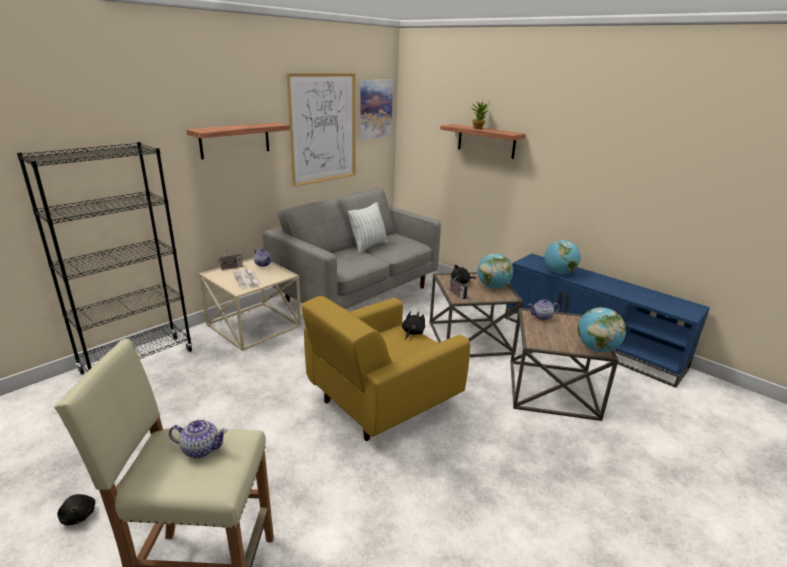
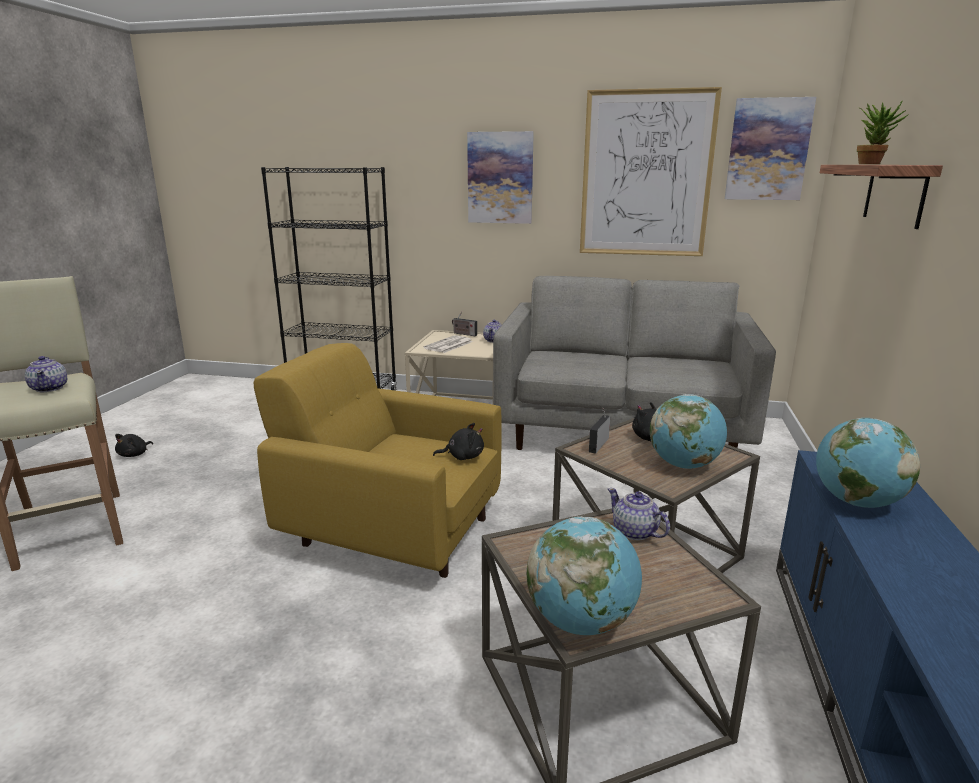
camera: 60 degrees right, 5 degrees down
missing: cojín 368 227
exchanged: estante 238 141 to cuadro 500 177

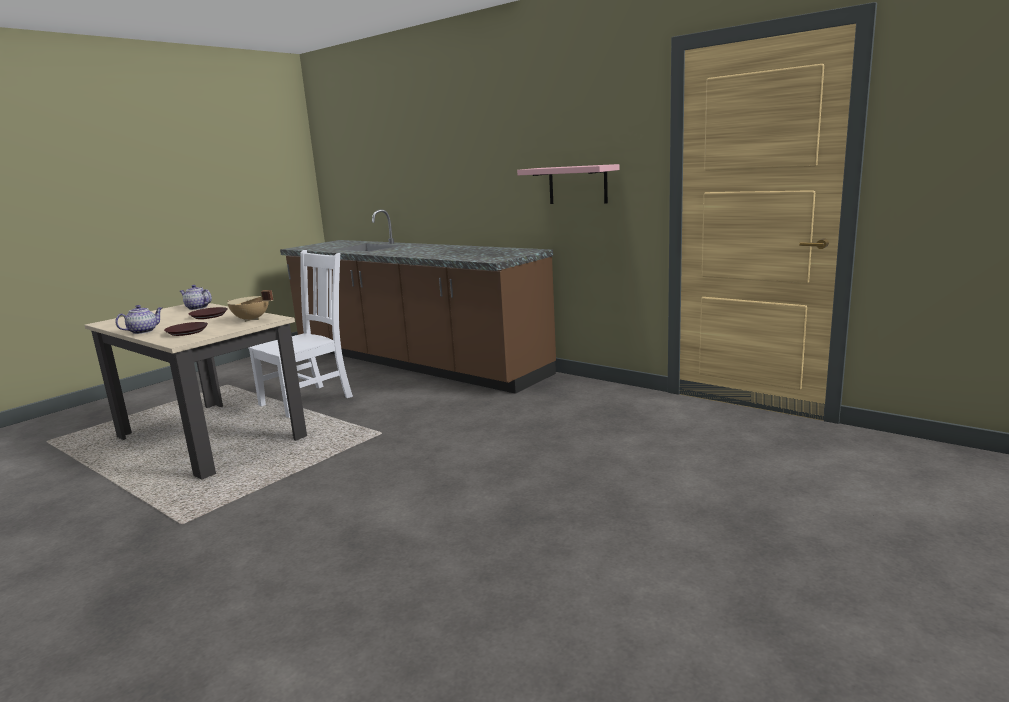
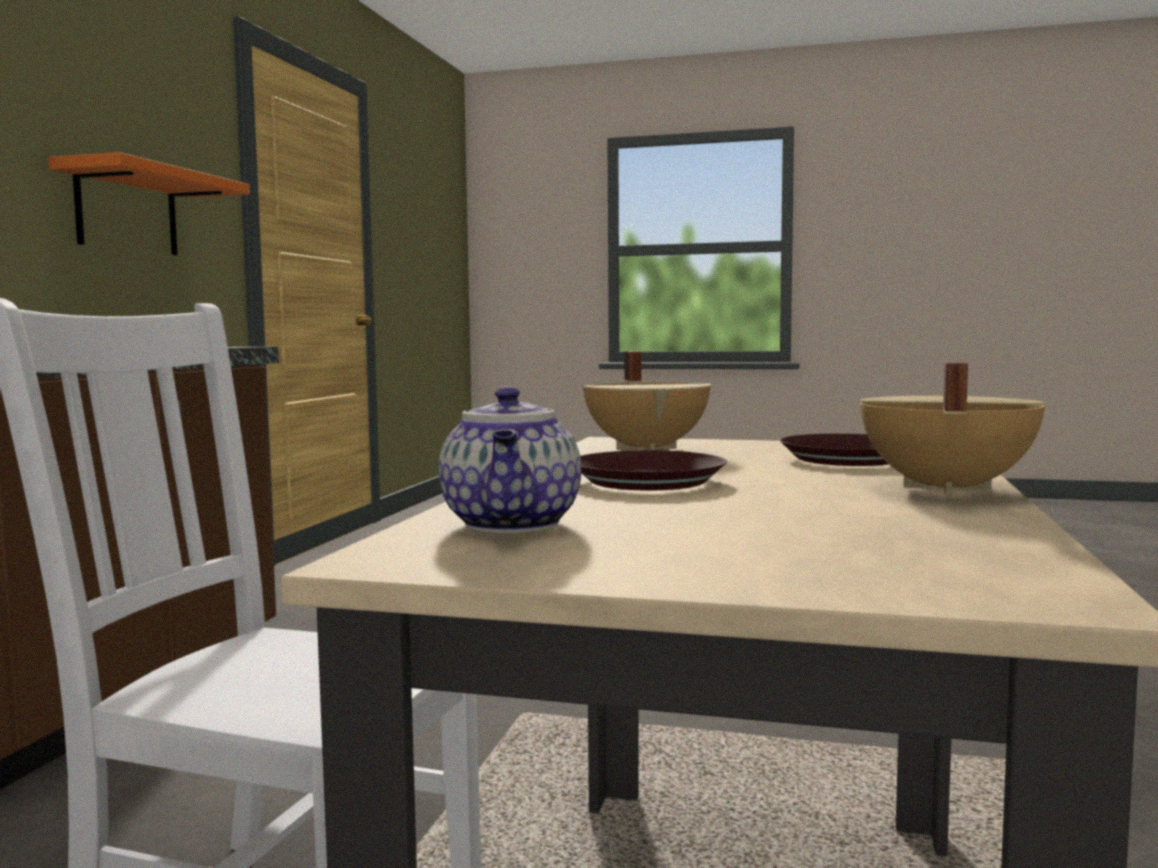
camera: 115 degrees left, 10 degrees down
exchanged: tetera 138 319 to olla/beis 952 429
colour: estante/rosa 568 184 to estante/naranja 149 203

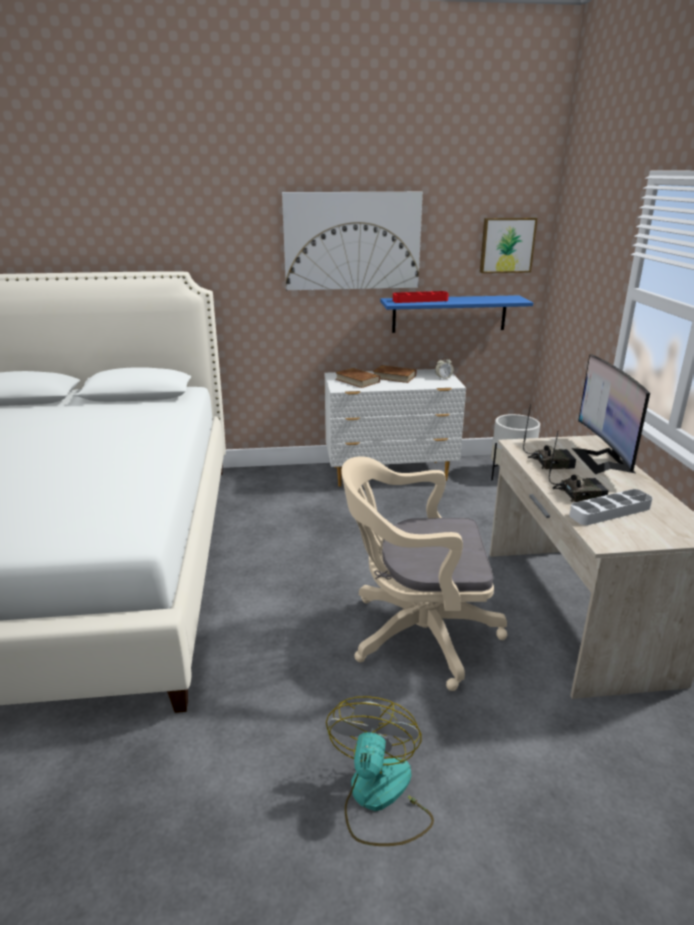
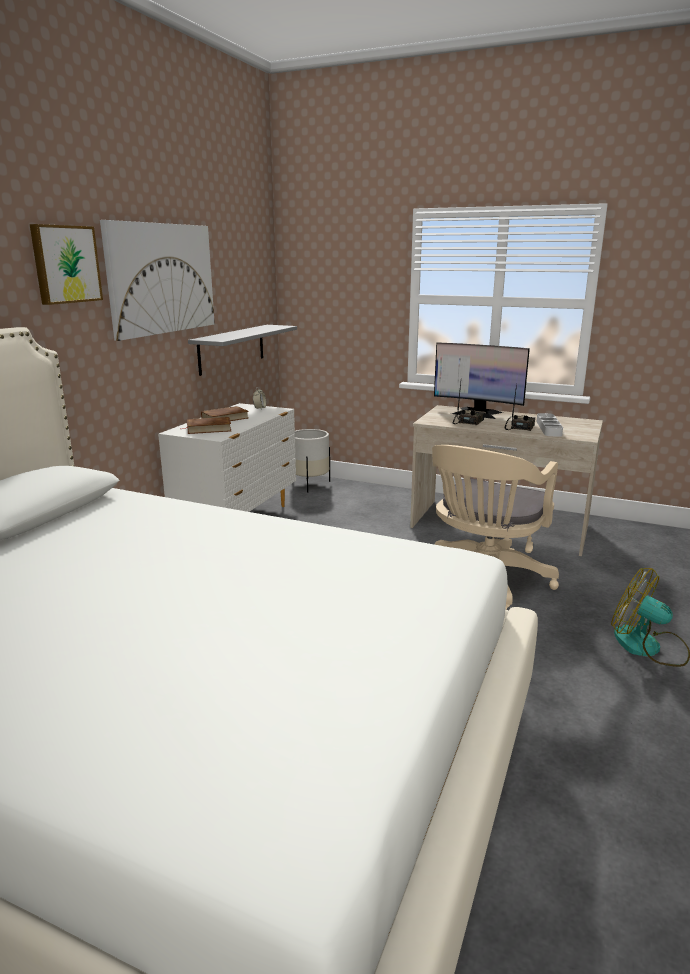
camera: 60 degrees left, 5 degrees down
missing: bandeja/rojo 421 297
relocated: cuadro 509 245 to 66 264
colour: estante/azul 456 314 to estante/gris 242 350

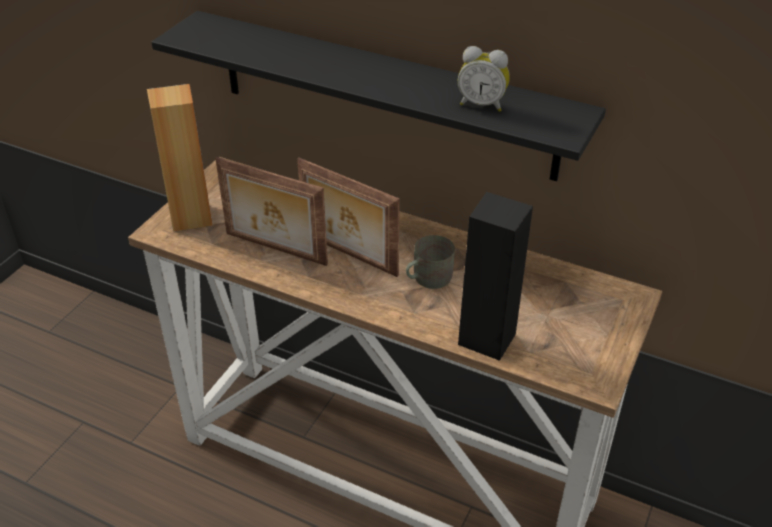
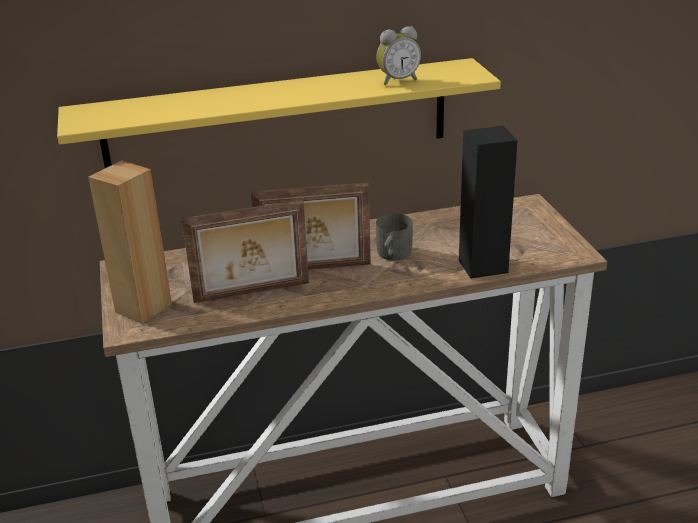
camera: 40 degrees left, 10 degrees down
colour: estante/negro 378 96 to estante/amarillo 279 113

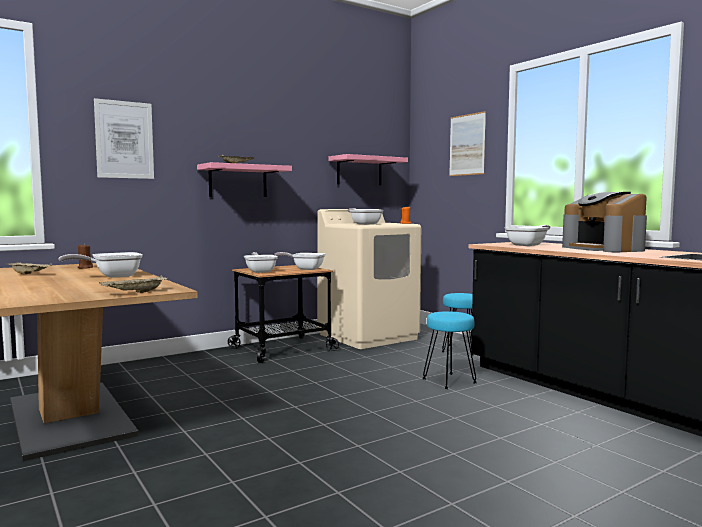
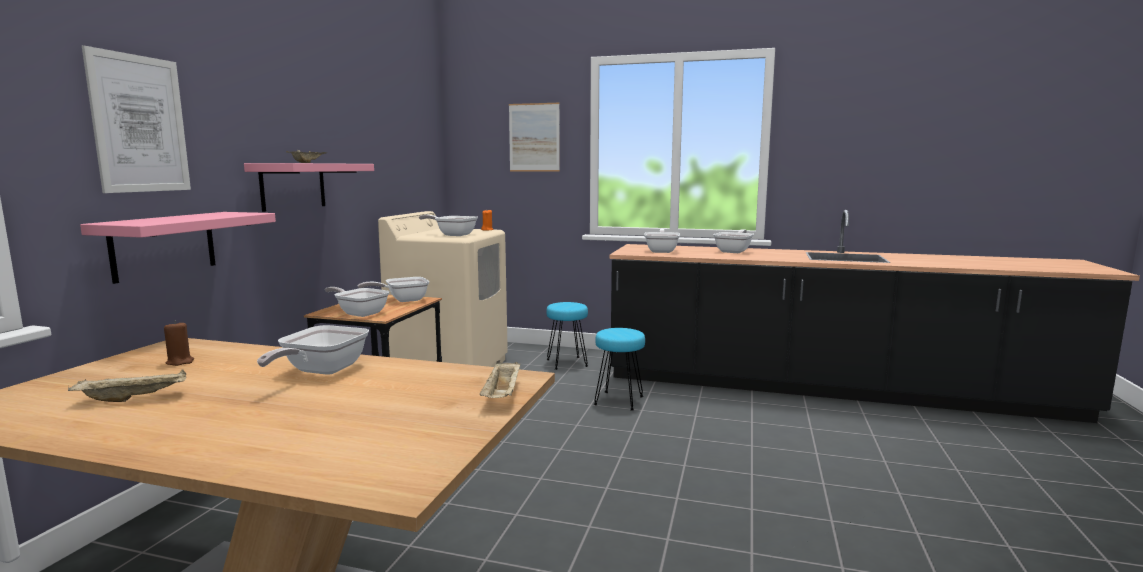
camera: 40 degrees left, 5 degrees up
relocated: estante/rosa 368 169 to 178 248
exchanged: cafetera 604 222 to sartén 733 241

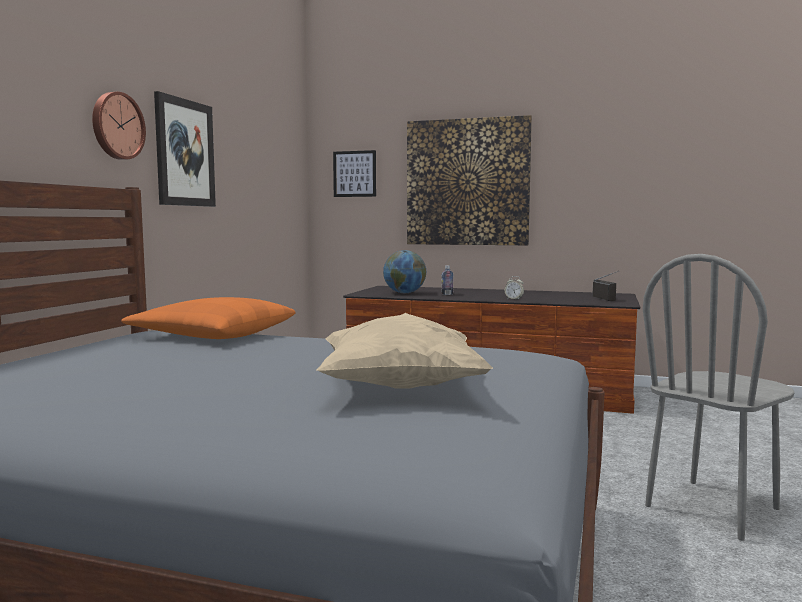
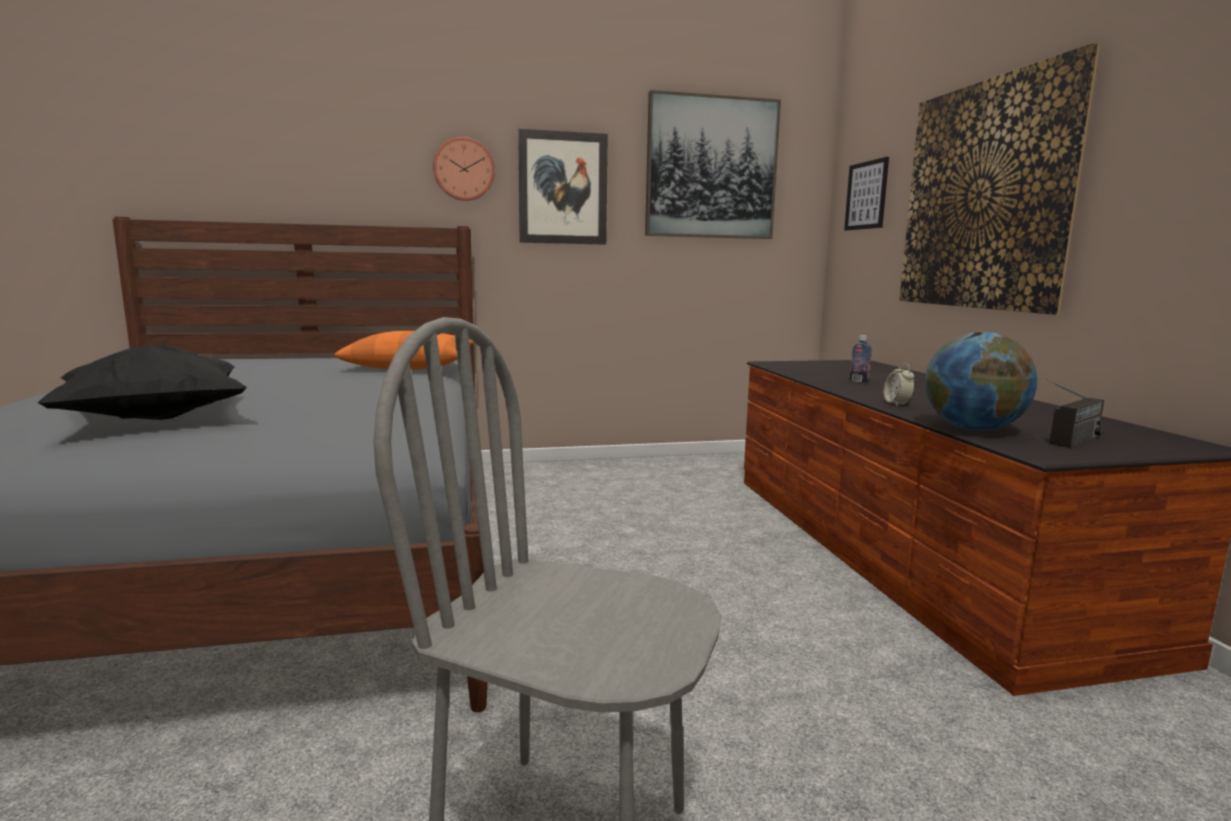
camera: 60 degrees right, 5 degrees up
appeared: cuadro 713 164
relocated: globo terráqueo 404 271 to 981 381
colour: cojín/beis 404 351 to cojín/negro 142 382

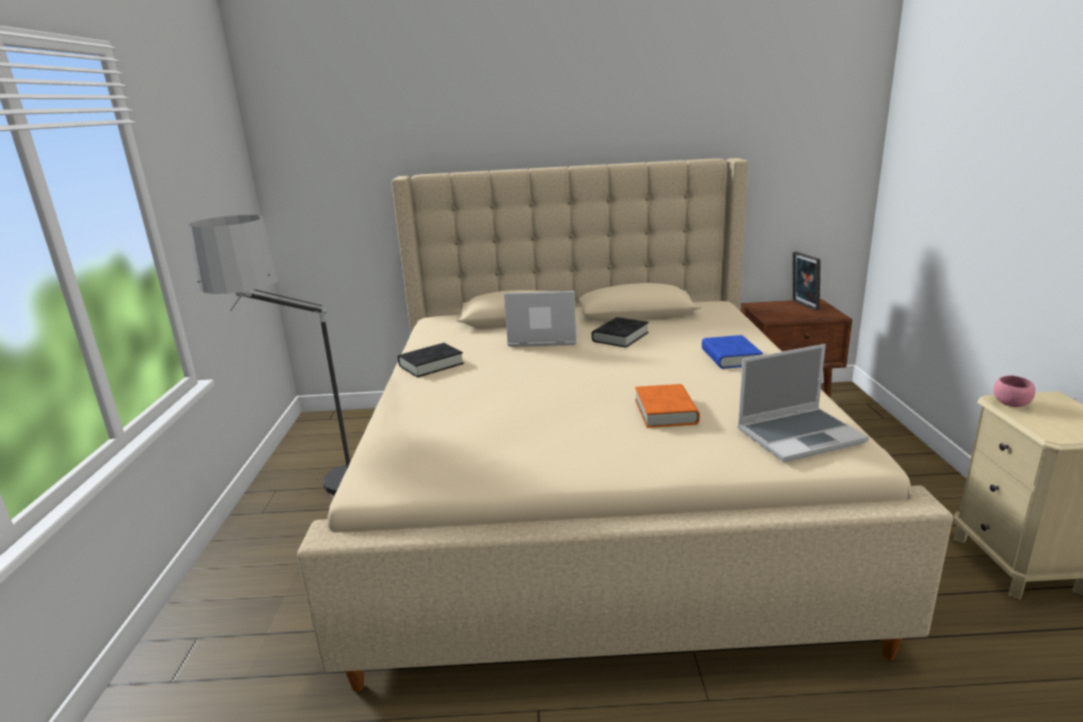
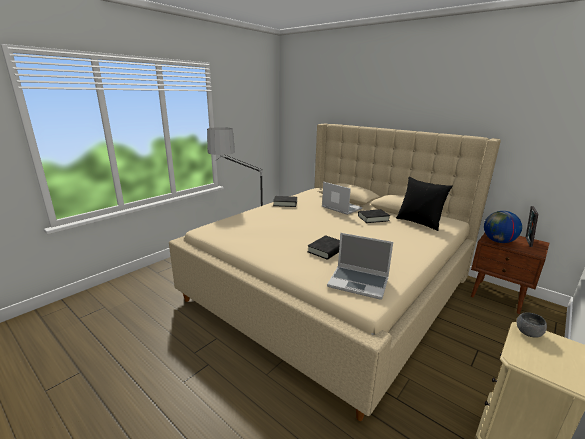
camera: 40 degrees right, 0 degrees up
missing: libro/azul 732 352
appeared: cojín/negro 424 204; globo terráqueo 503 227
colour: libro/naranja 667 406 to libro/negro 324 247; cuenco/rosa 1014 391 to cuenco/gris 531 325

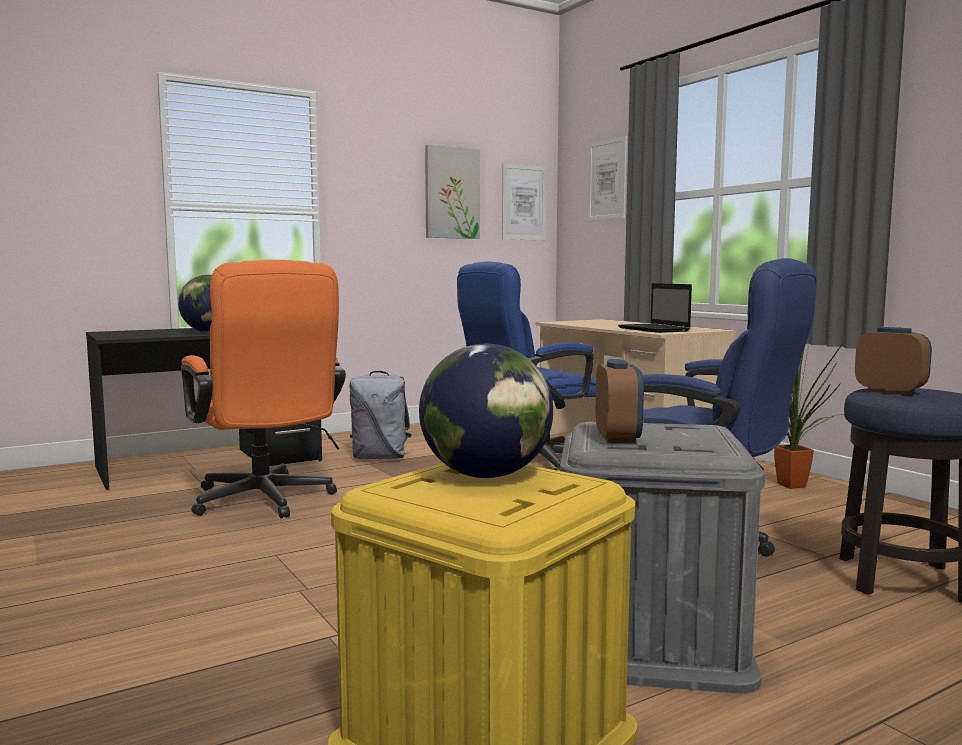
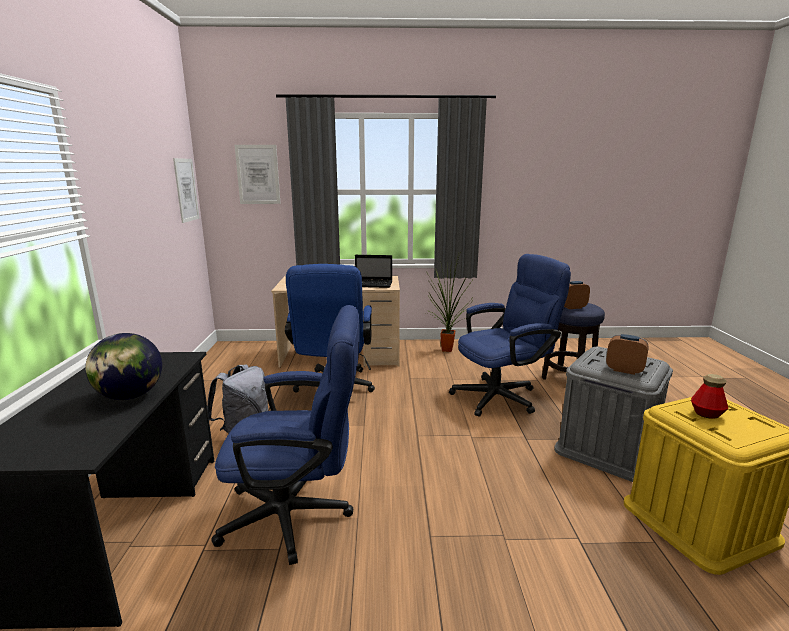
camera: 60 degrees left, 10 degrees up
missing: cuadro 452 192
exchanged: globo terráqueo 486 411 to botella 709 396
colour: silla de oficina/naranja 263 389 to silla de oficina/azul 285 435

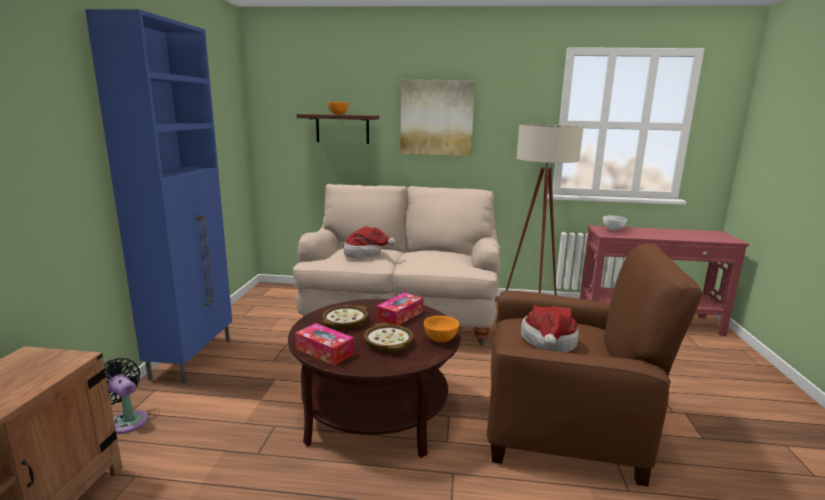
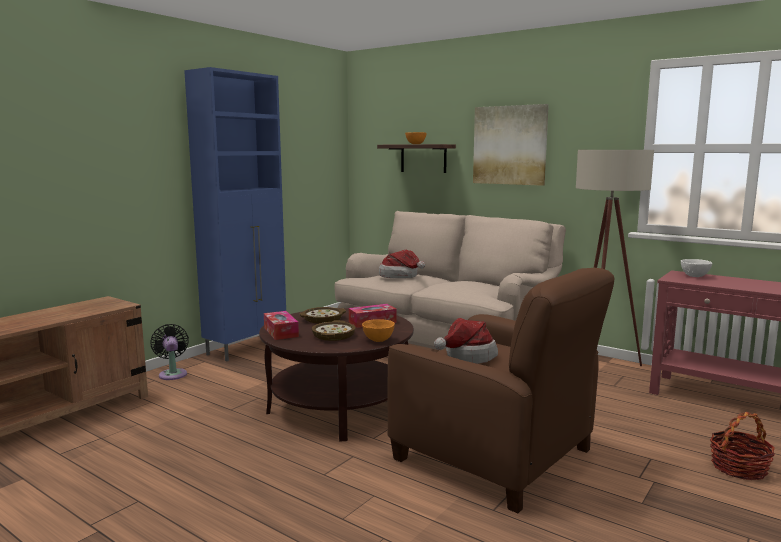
camera: 30 degrees right, 5 degrees down
appeared: cesta 742 446

